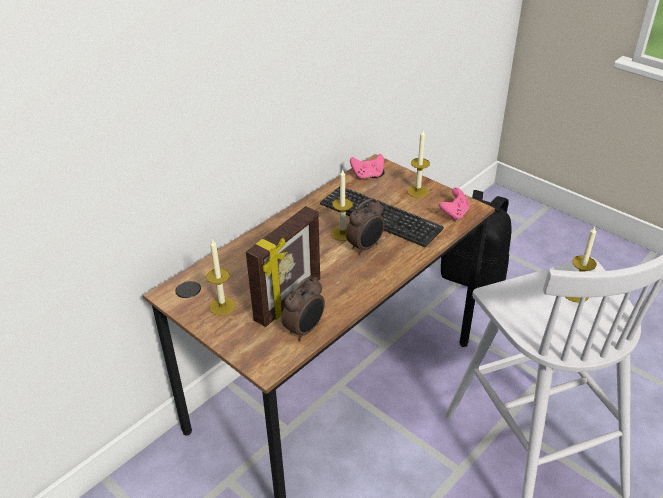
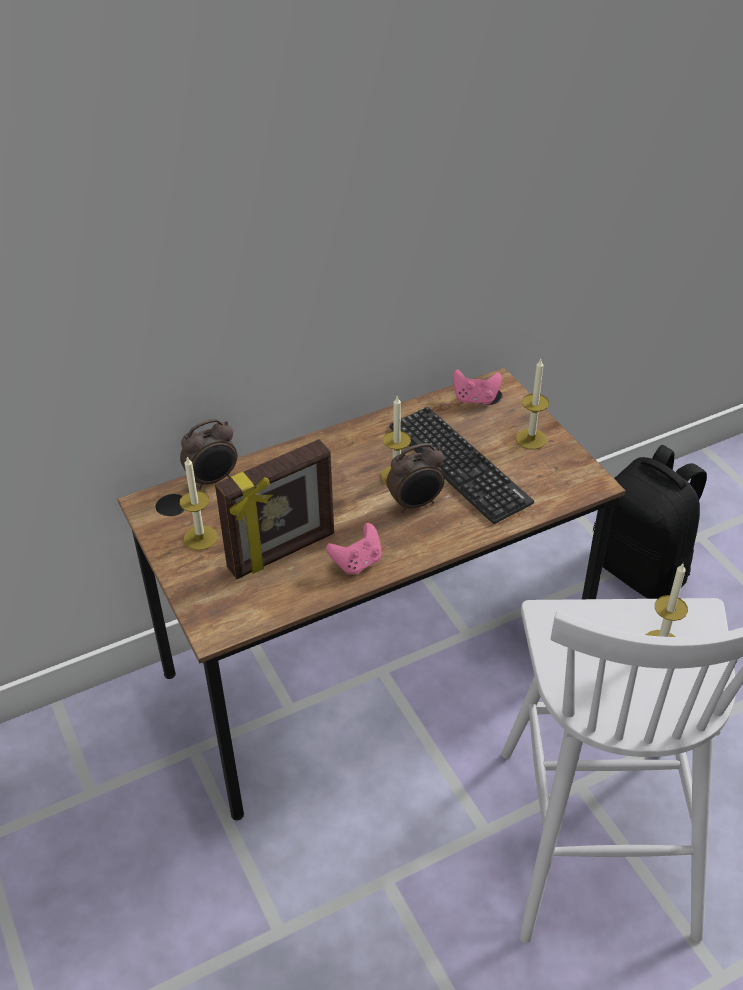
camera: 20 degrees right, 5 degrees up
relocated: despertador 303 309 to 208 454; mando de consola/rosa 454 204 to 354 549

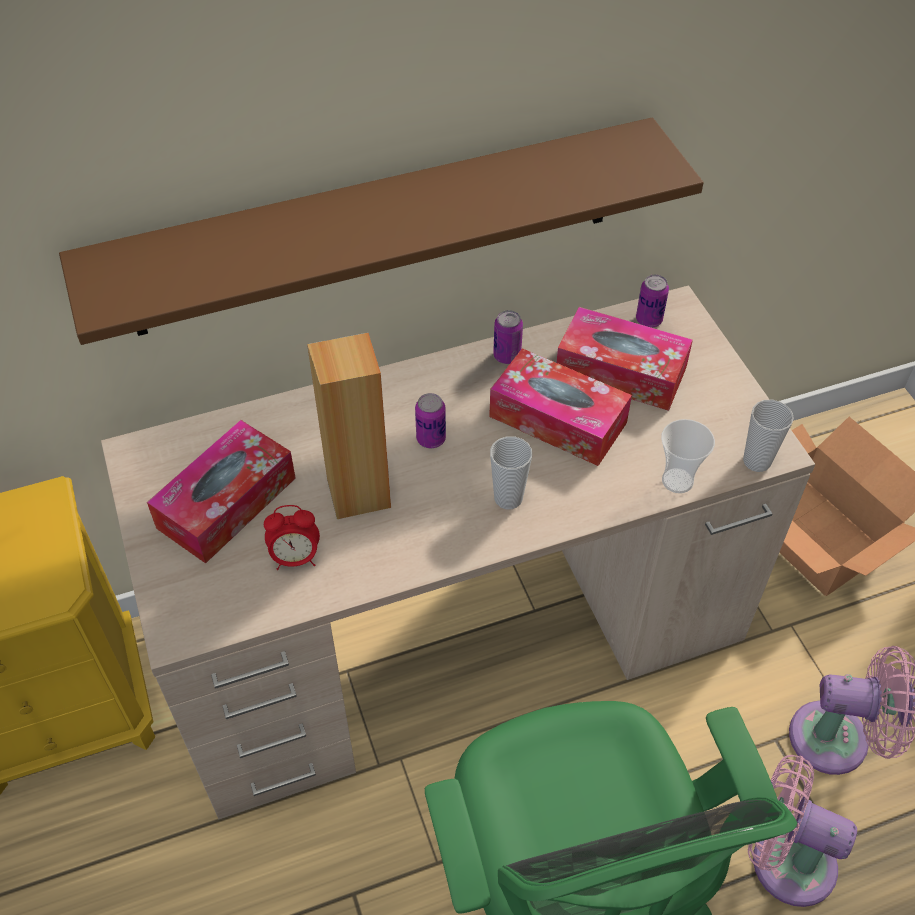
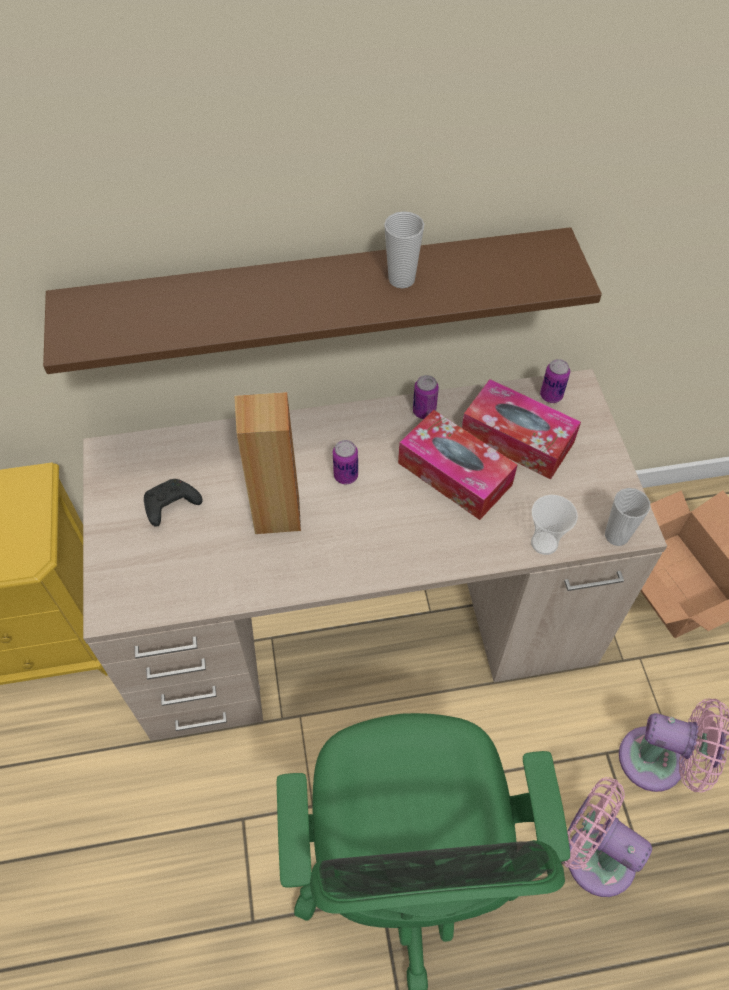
camera: 10 degrees right, 5 degrees up
missing: despertador 292 537
relocated: taza 511 472 to 404 249
exchanged: caja de pañuelos 221 492 to mando de consola/negro 173 503

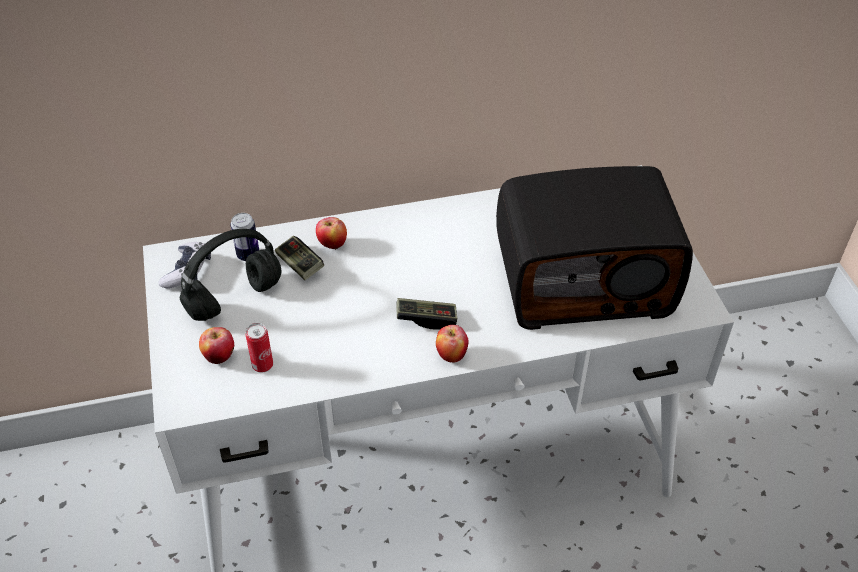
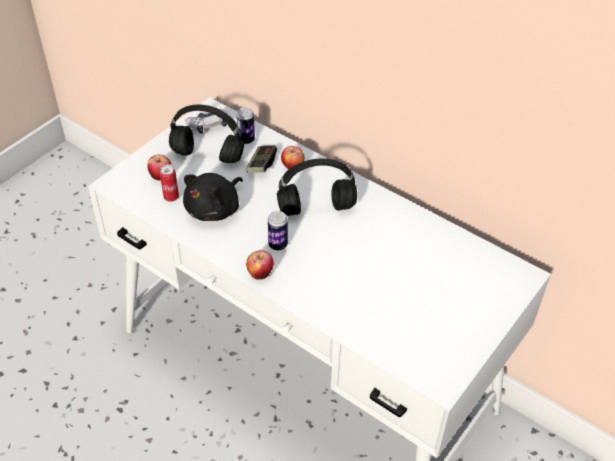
camera: 50 degrees right, 0 degrees up
missing: radio 594 248
appeared: peluche/negro 213 197; auriculares/negro 317 187
exchanged: mando de consola 426 313 to lata 278 230

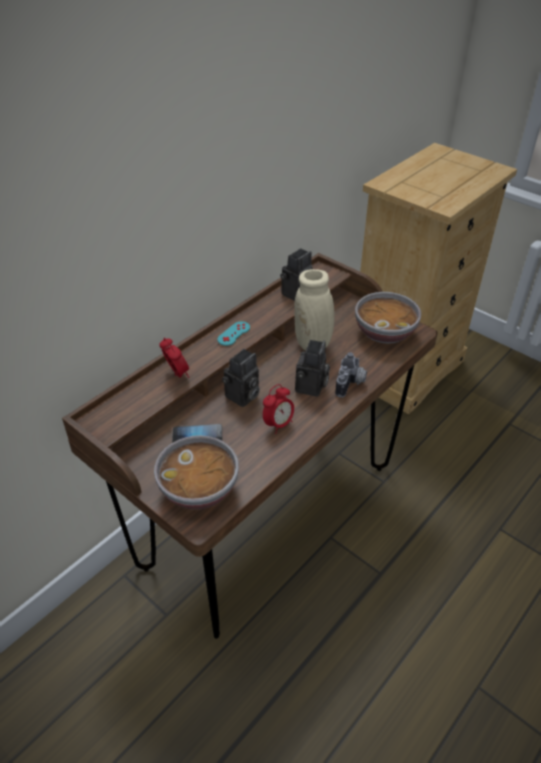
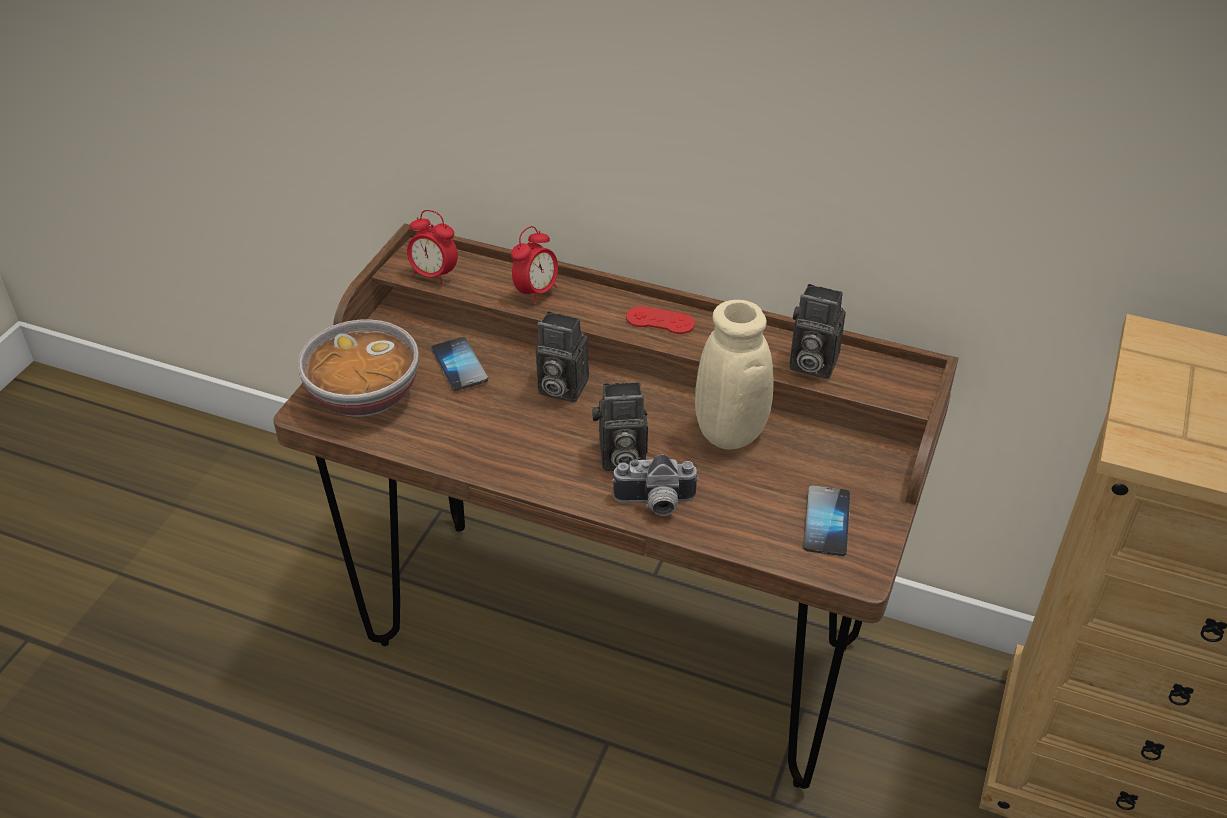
camera: 70 degrees right, 0 degrees up
relocated: despertador 278 409 to 432 248
exchanged: cuenco 388 317 to móvil 826 520
colour: mando de consola/turquesa 233 333 to mando de consola/rojo 660 320

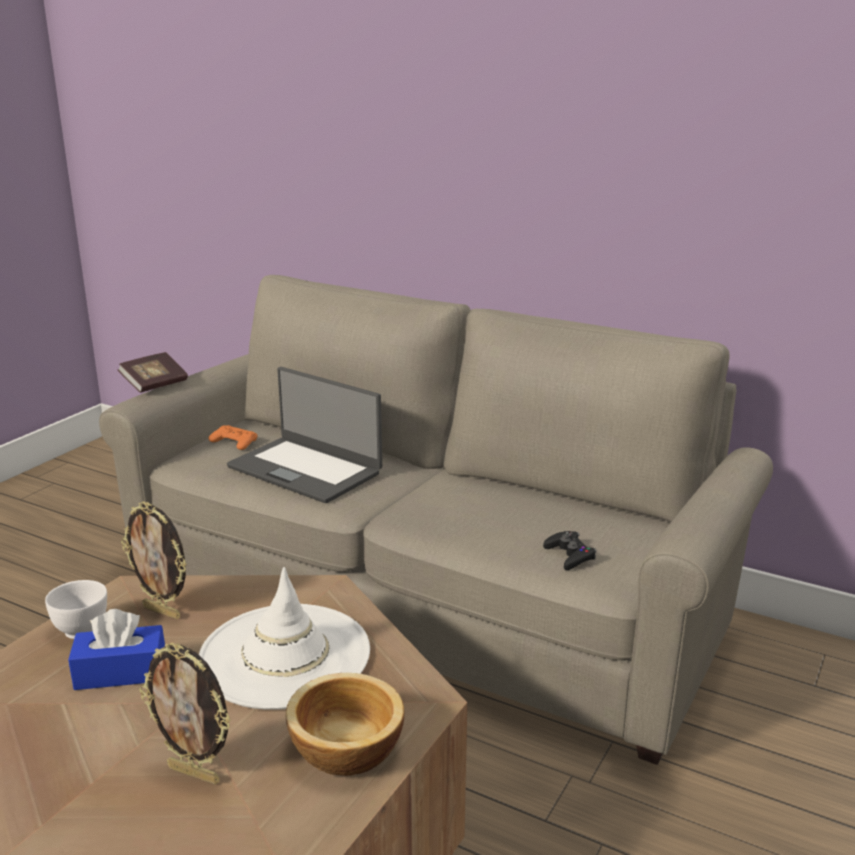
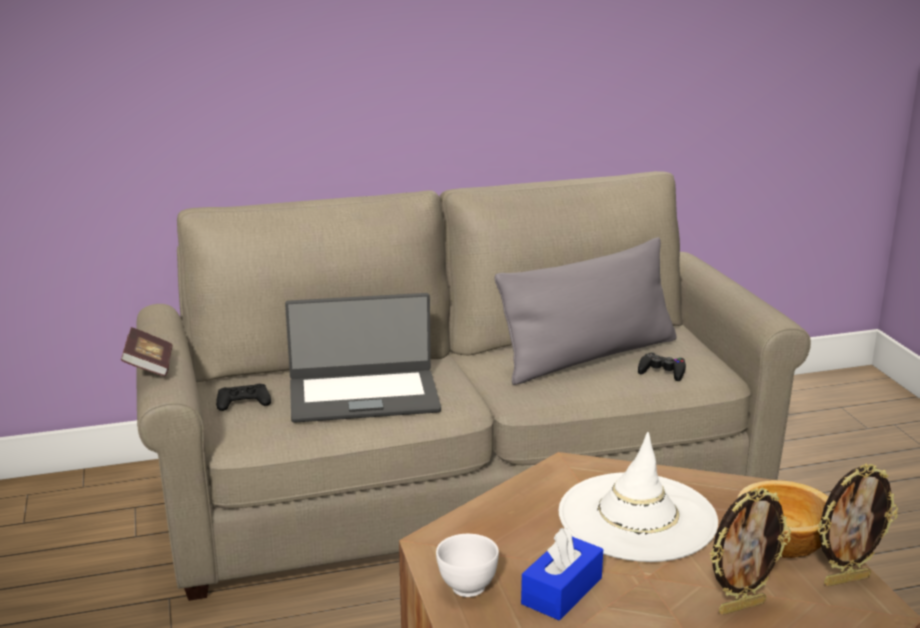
camera: 45 degrees left, 0 degrees up
appeared: cojín/gris 585 311
relocated: portarretratos 154 560 to 857 524
colour: mando de consola/naranja 233 437 to mando de consola/negro 243 397

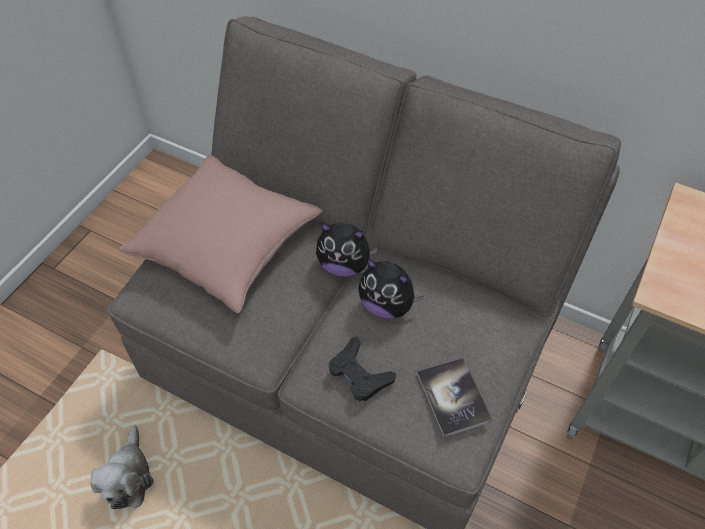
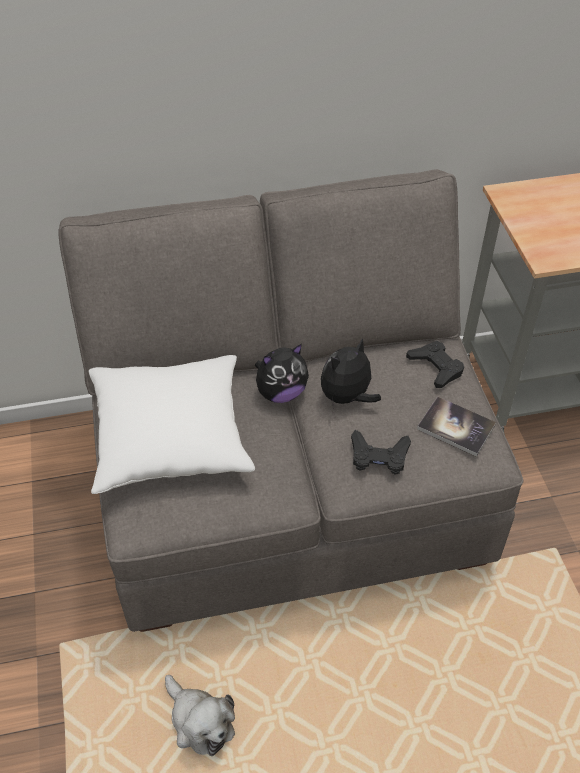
camera: 40 degrees left, 5 degrees down
appeared: mando de consola/negro 435 364
colour: cojín/rosa 220 234 to cojín/blanco 172 424
spun: peluche 391 288 = 351 373 150 degrees clockwise

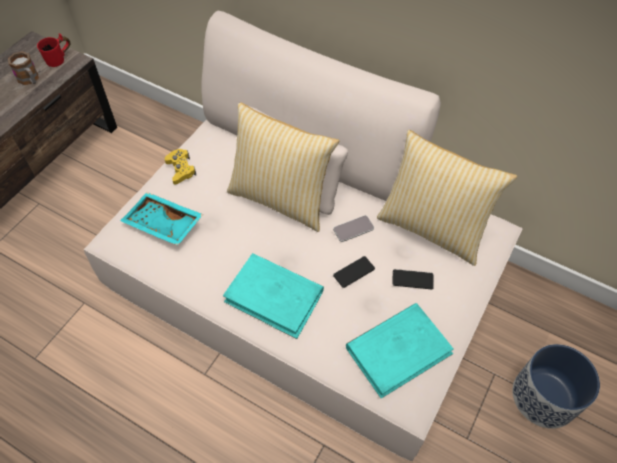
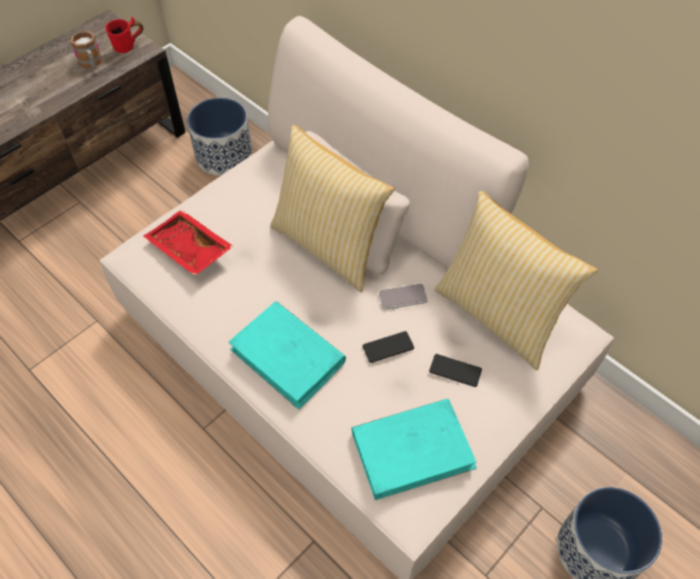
camera: 15 degrees right, 0 degrees up
missing: mando de consola/amarillo 181 166
appeared: maceta 219 137
colour: bandeja/turquesa 161 219 to bandeja/rojo 189 242

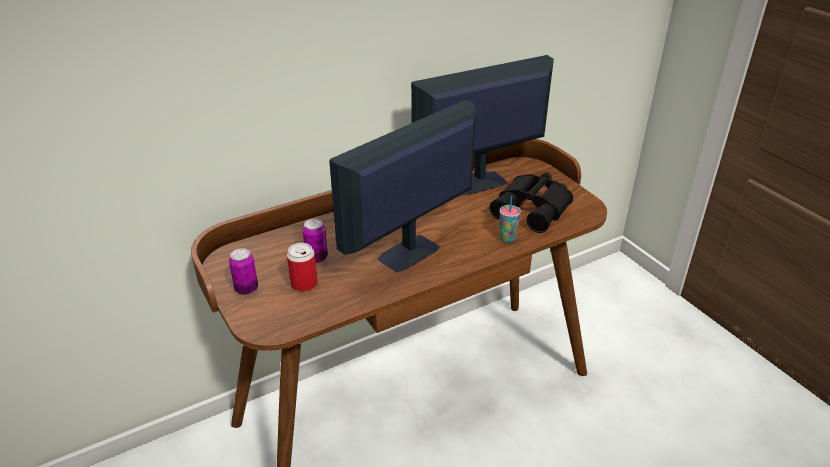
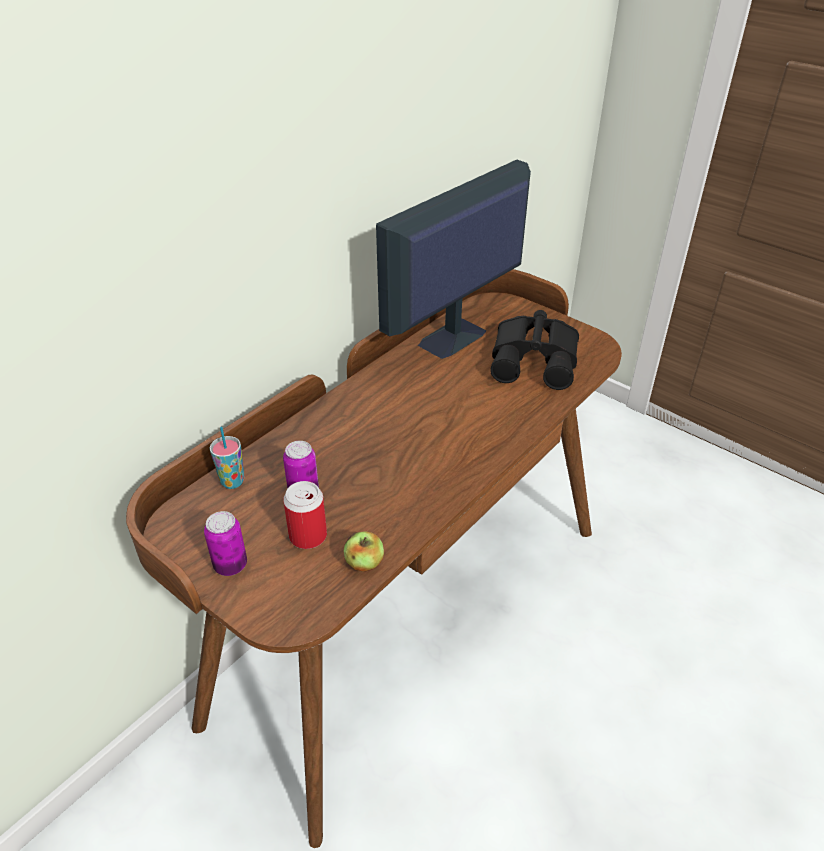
camera: 20 degrees left, 5 degrees up
missing: monitor 402 186
appeared: manzana 363 551
relocated: taza 510 219 to 227 457

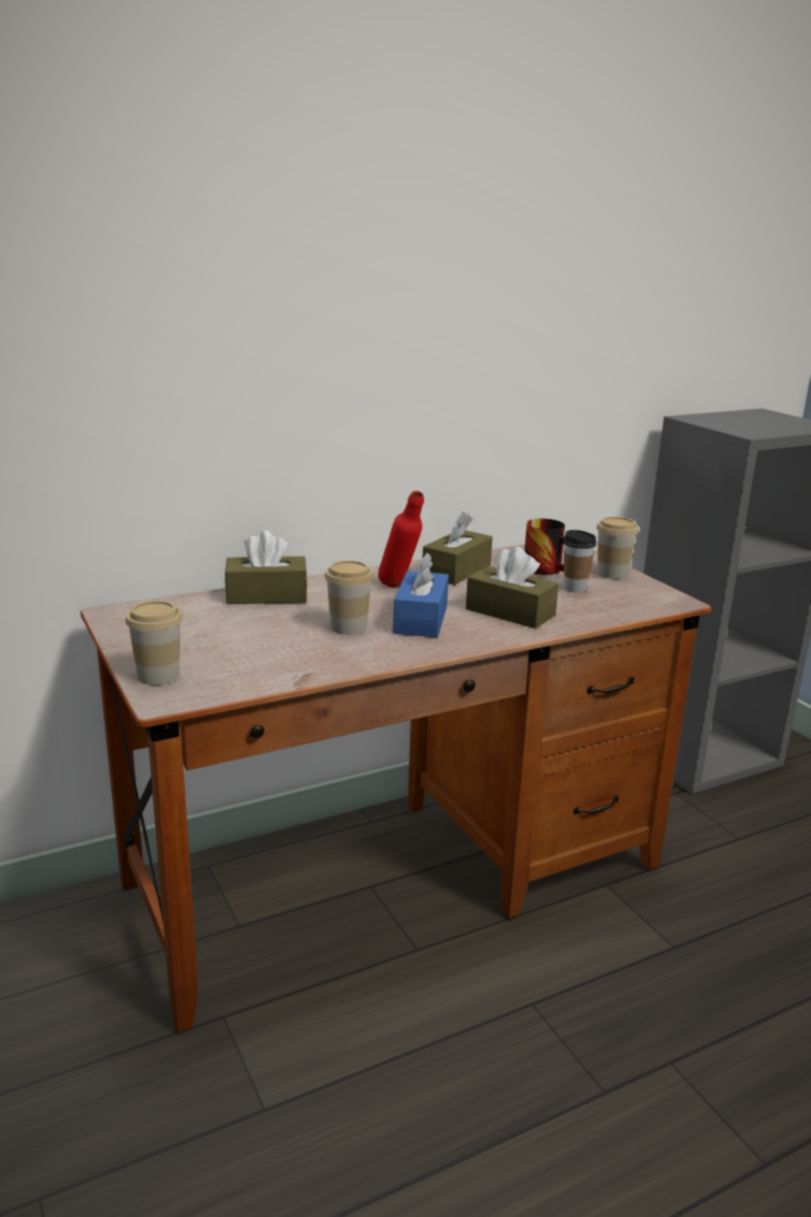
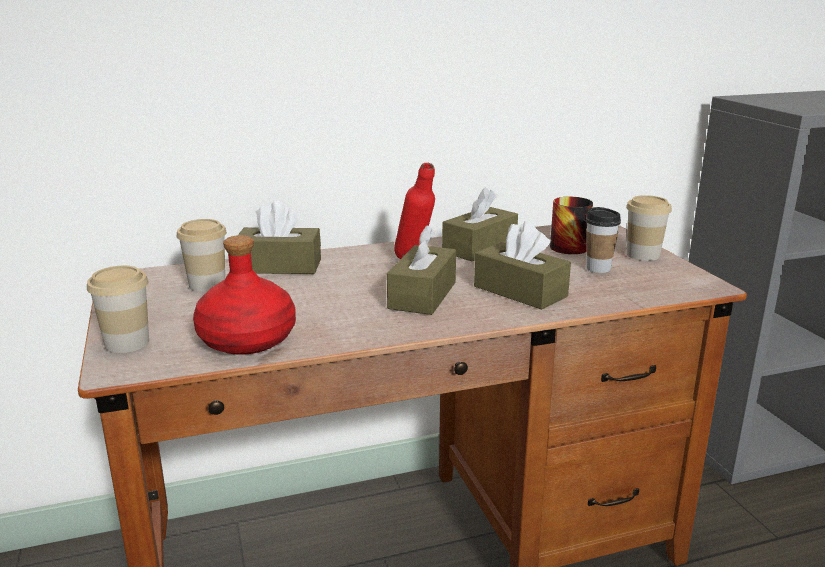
camera: 10 degrees right, 0 degrees up
appeared: botella/rojo 244 295
relocated: taza 349 598 to 202 255
colour: caja de pañuelos/azul 421 595 to caja de pañuelos/marrón 421 270

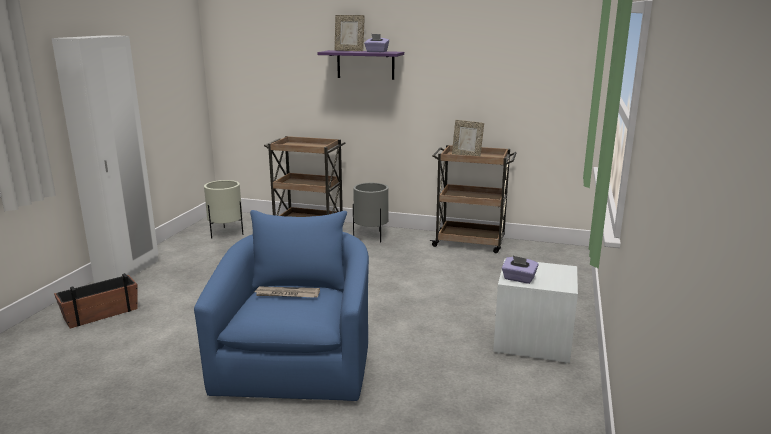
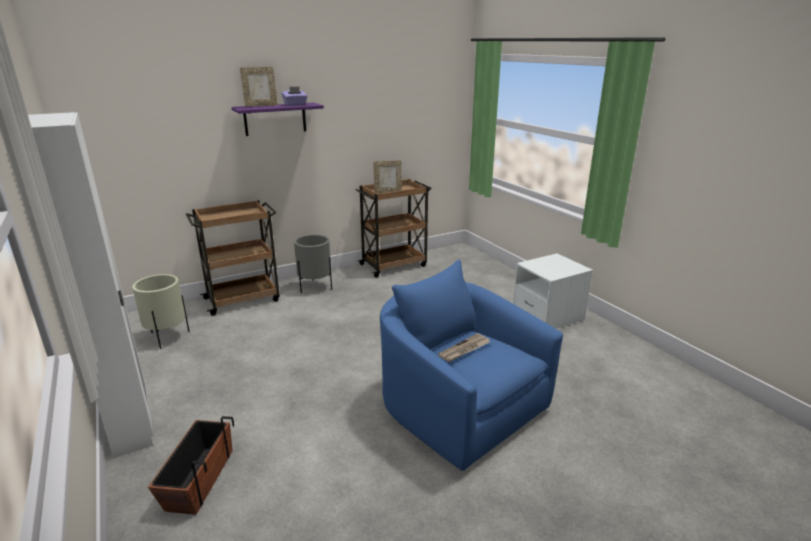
camera: 45 degrees left, 5 degrees up
missing: caja de pañuelos/morado 520 270

